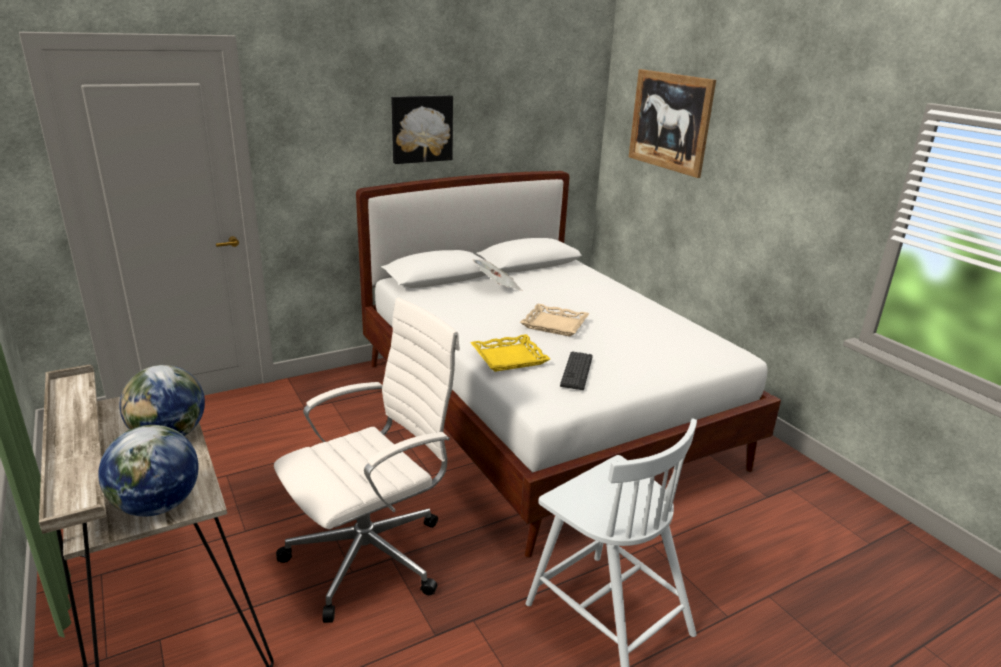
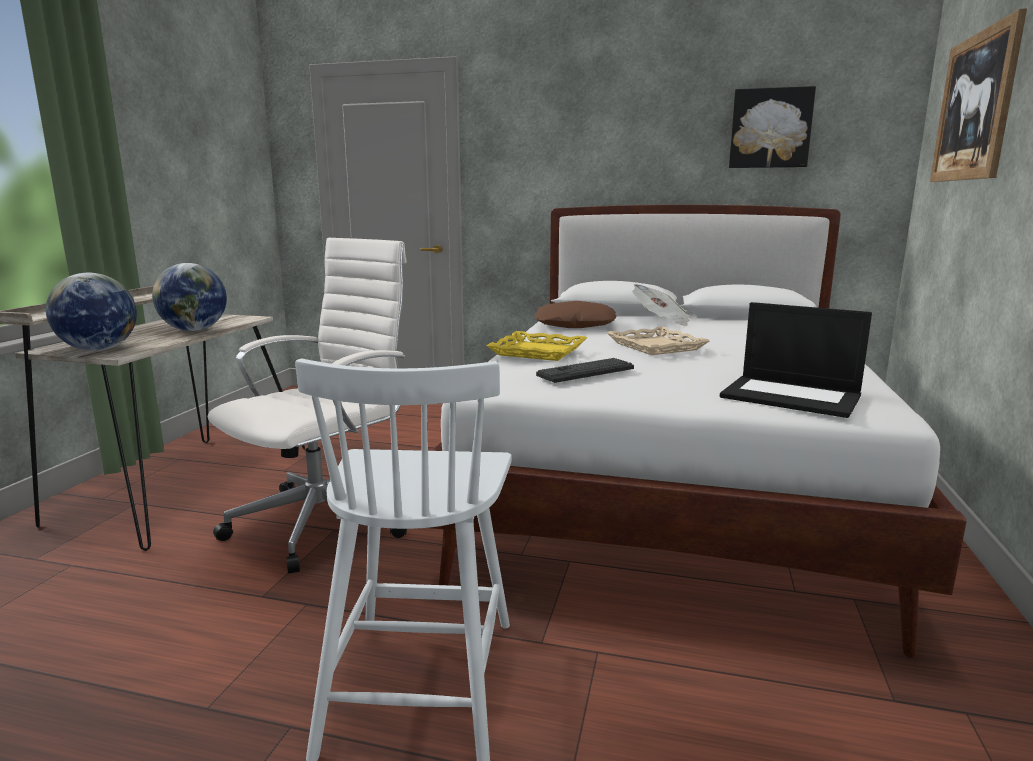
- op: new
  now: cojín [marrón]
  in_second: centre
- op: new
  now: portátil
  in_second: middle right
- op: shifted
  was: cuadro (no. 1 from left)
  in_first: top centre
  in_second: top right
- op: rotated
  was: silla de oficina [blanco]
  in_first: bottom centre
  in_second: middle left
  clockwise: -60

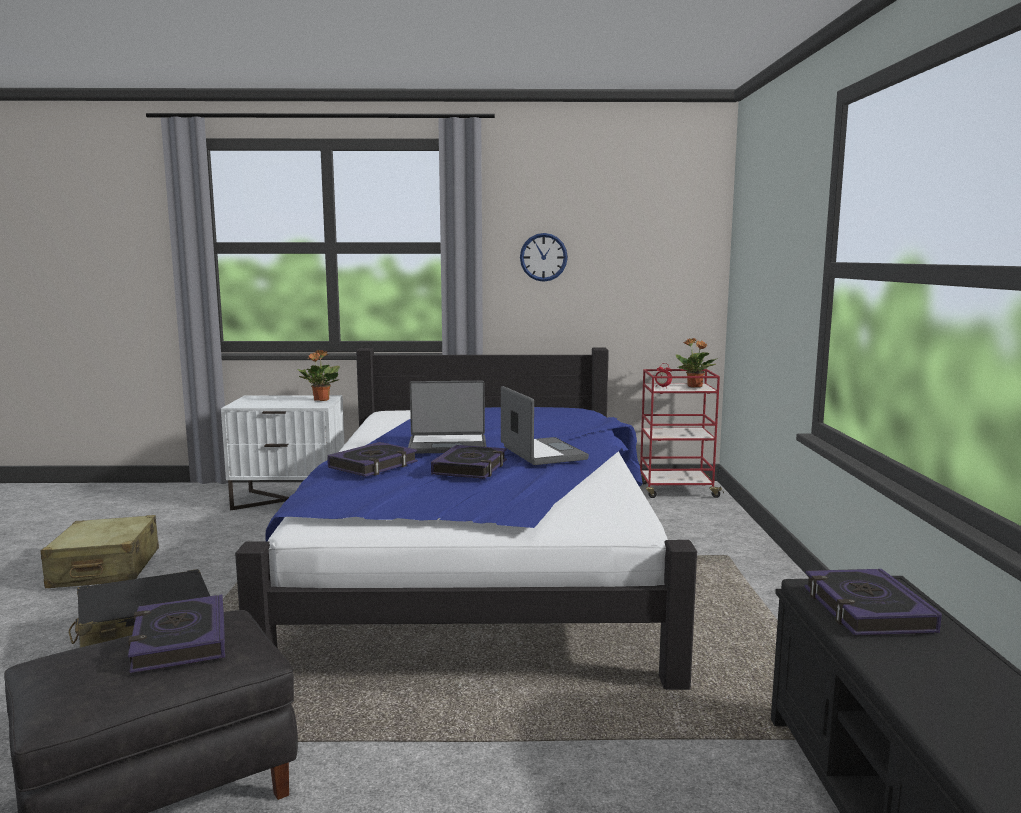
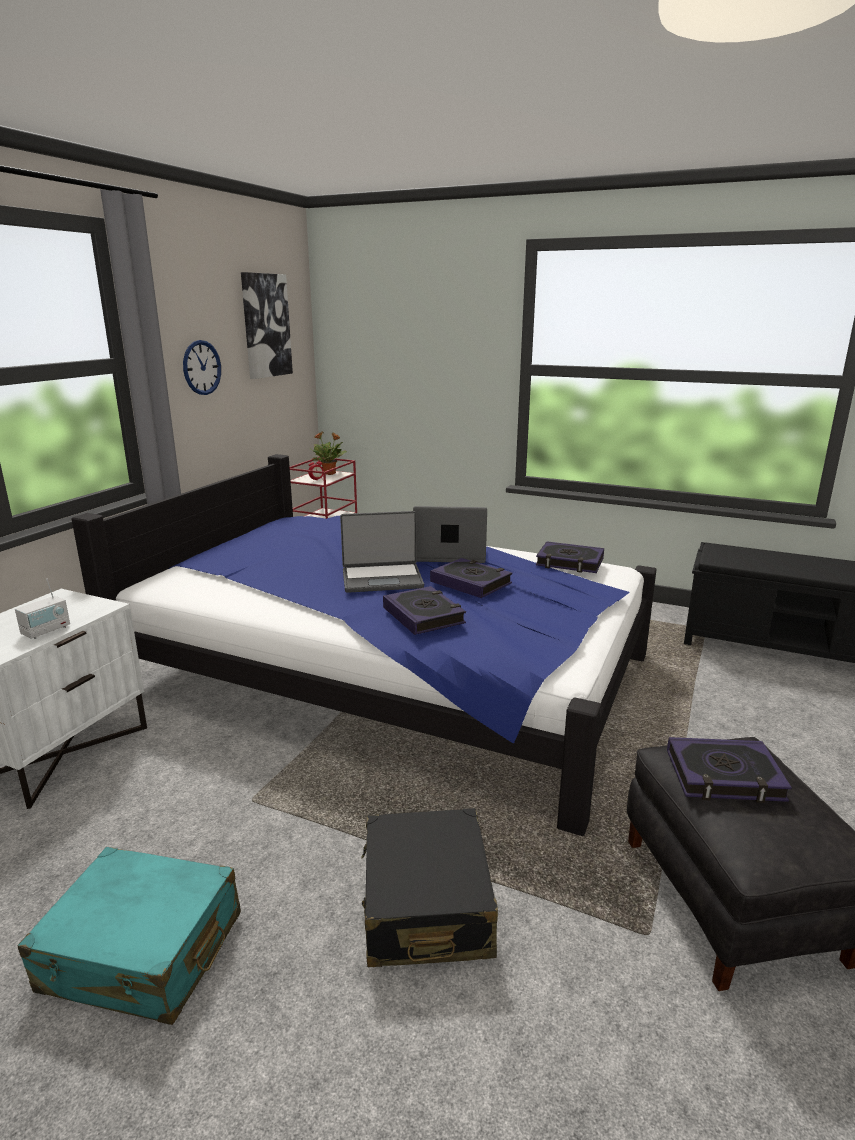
- op: gone
  was: planta en maceta (no. 1 from left)
  in_first: middle left
- op: new
  now: radio
  in_second: middle left
- op: new
  now: cuadro
  in_second: top left
- op: shifted
  was: libro (no. 4 from left in the first image)
  now: libro (no. 3 from left)
  in_first: bottom right
  in_second: middle right
- op: repainted
  was: maleta [beis]
  now: maleta [turquesa]
  in_first: bottom left
  in_second: bottom left
- op: rotated
  was: portátil (no. 1 from left)
  in_first: centre
  in_second: centre
  clockwise: 60

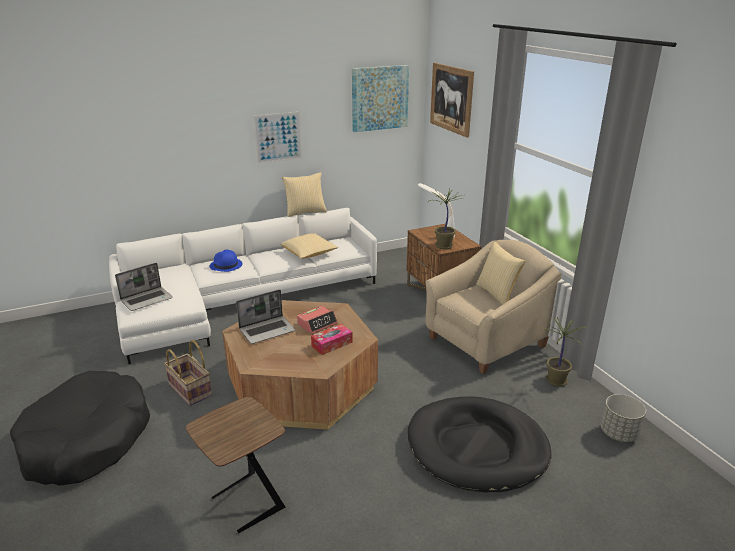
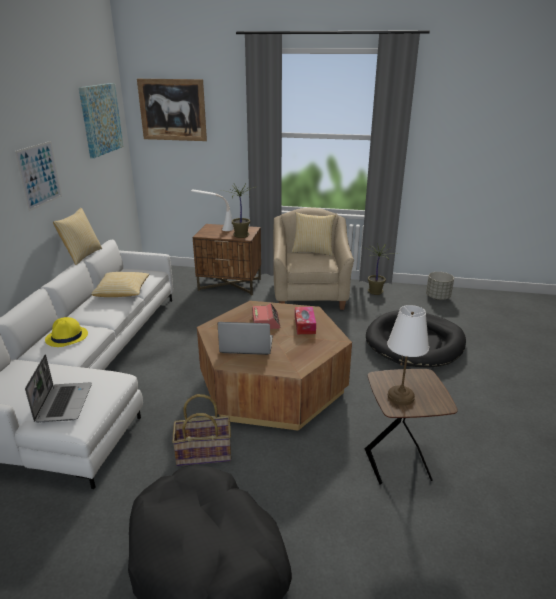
- op: new
  now: lámpara de mesa [blanco] (no. 2 from left)
  in_second: middle right
- op: repainted
  was: sombrero [azul]
  now: sombrero [amarillo]
  in_first: middle left
  in_second: middle left
- op: rotated
  was: portátil (no. 2 from left)
  in_first: centre
  in_second: centre
  clockwise: -90

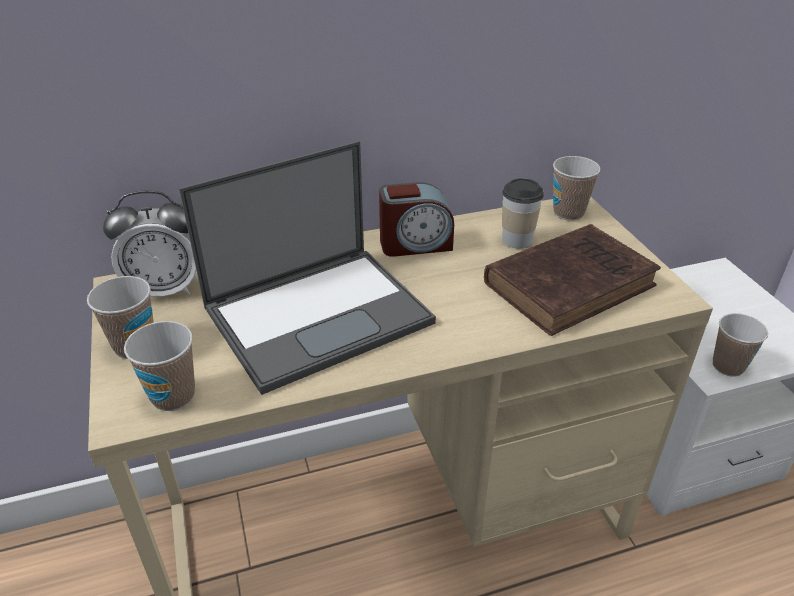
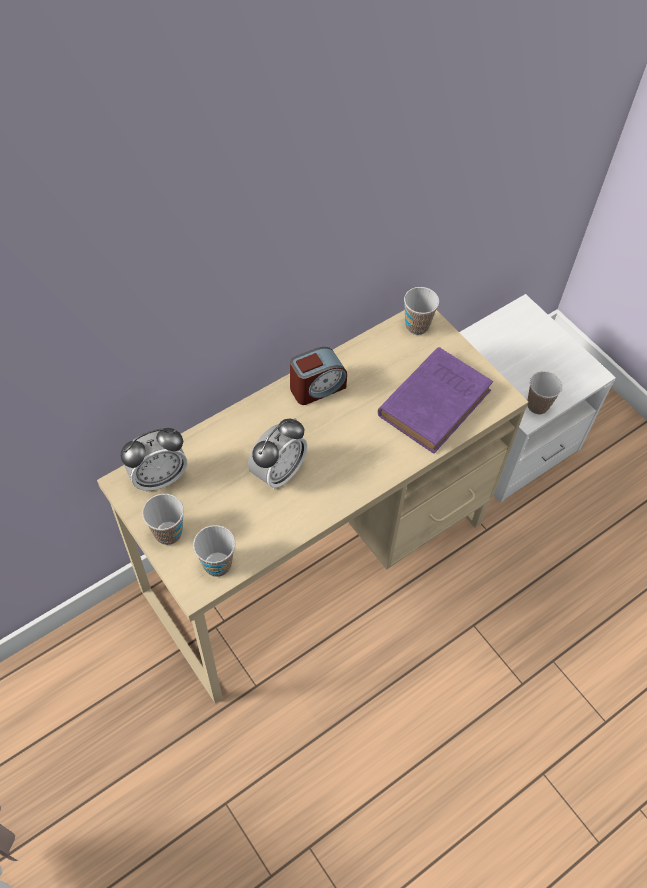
- op: gone
  was: taza (no. 3 from left)
  in_first: centre
- op: swapped
  was: portátil
  now: despertador (no. 2 from left)
  in_first: centre
  in_second: centre
- op: repainted
  was: libro [marrón]
  now: libro [morado]
  in_first: middle right
  in_second: middle right

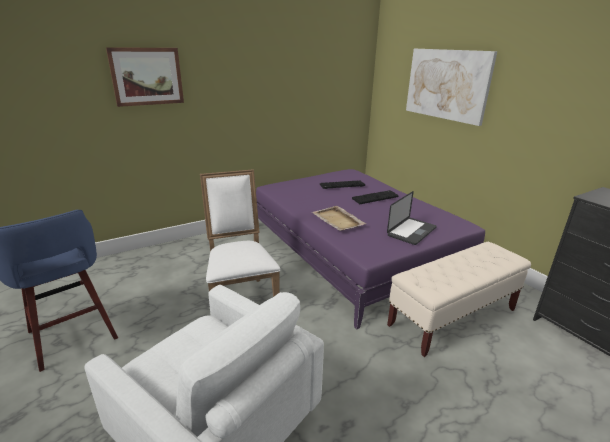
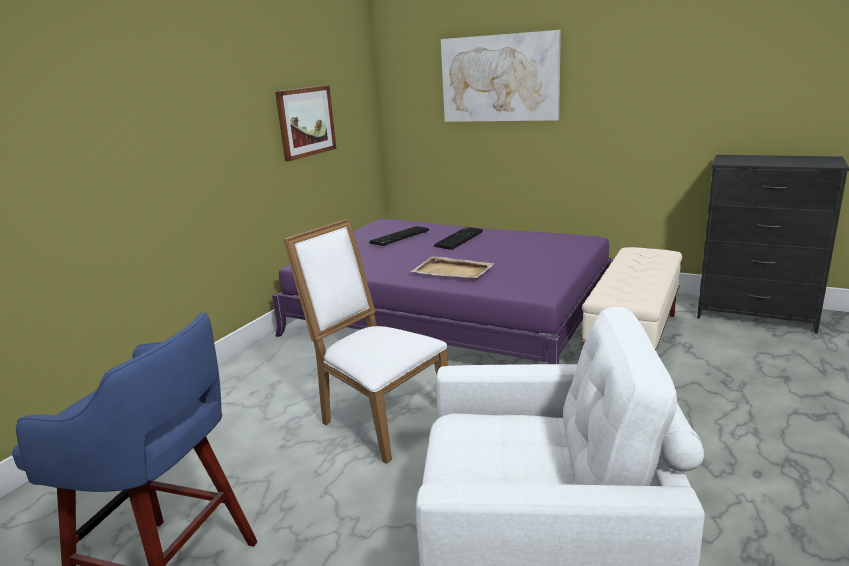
- op: gone
  was: portátil
  in_first: middle right
- op: shifted
  was: cuadro (no. 1 from left)
  in_first: top left
  in_second: top centre

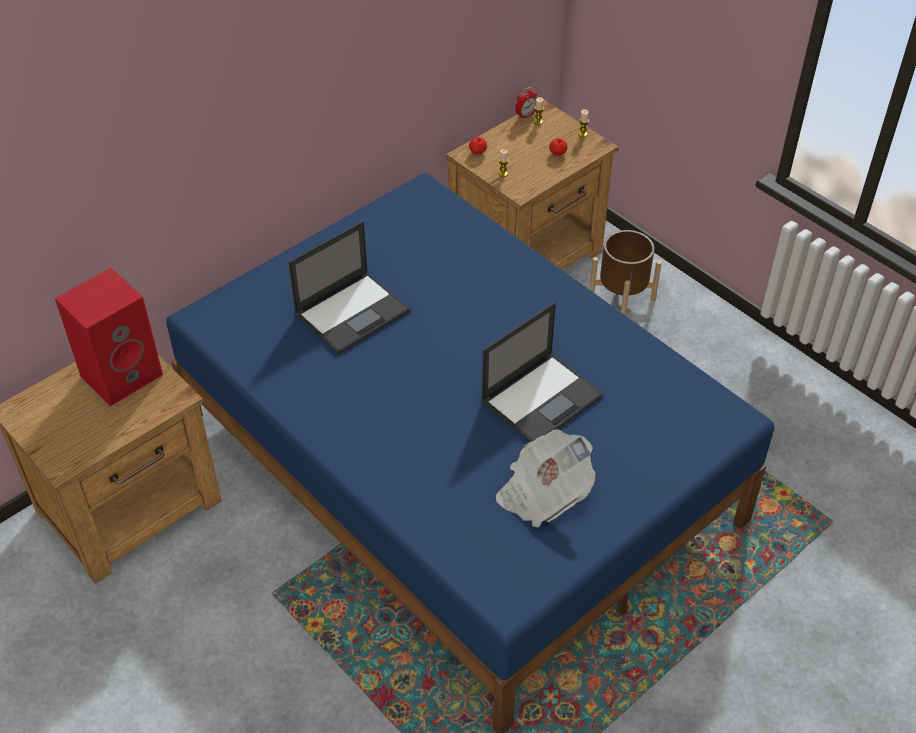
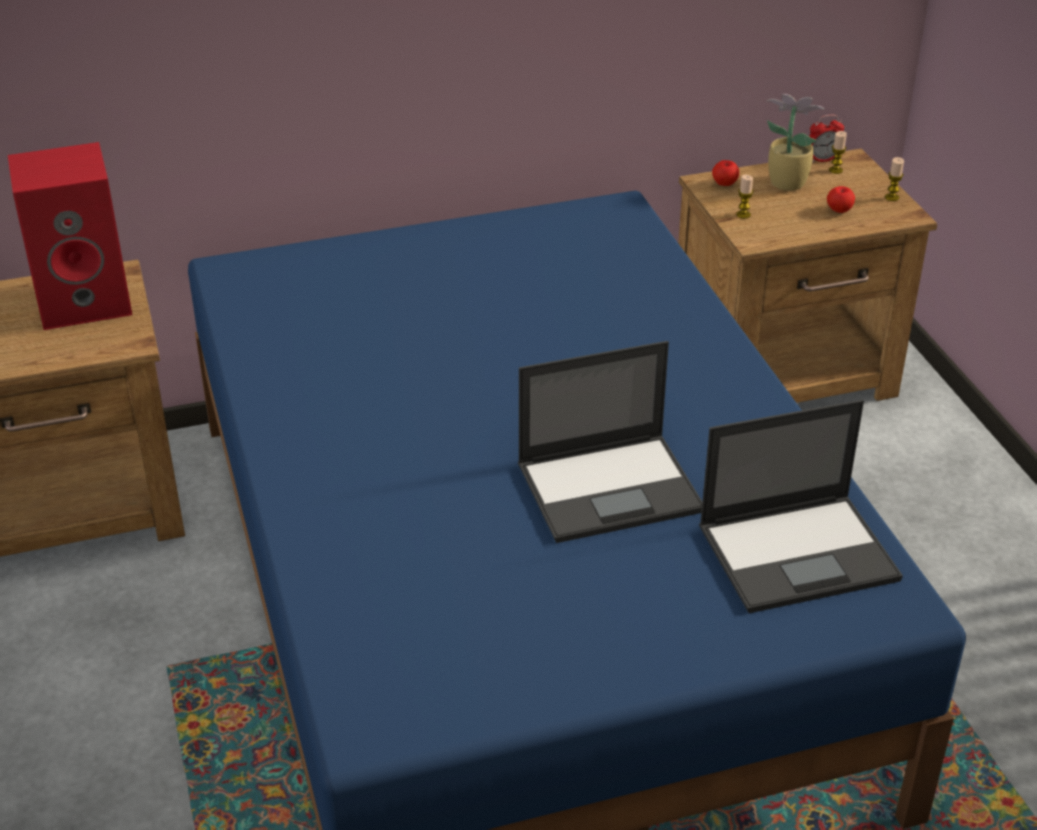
- op: gone
  was: periódico
  in_first: centre
- op: gone
  was: maceta [marrón]
  in_first: middle right
- op: new
  now: planta en maceta
  in_second: top right
- op: shifted
  was: portátil (no. 1 from left in the first image)
  now: portátil (no. 2 from left)
  in_first: centre
  in_second: middle right

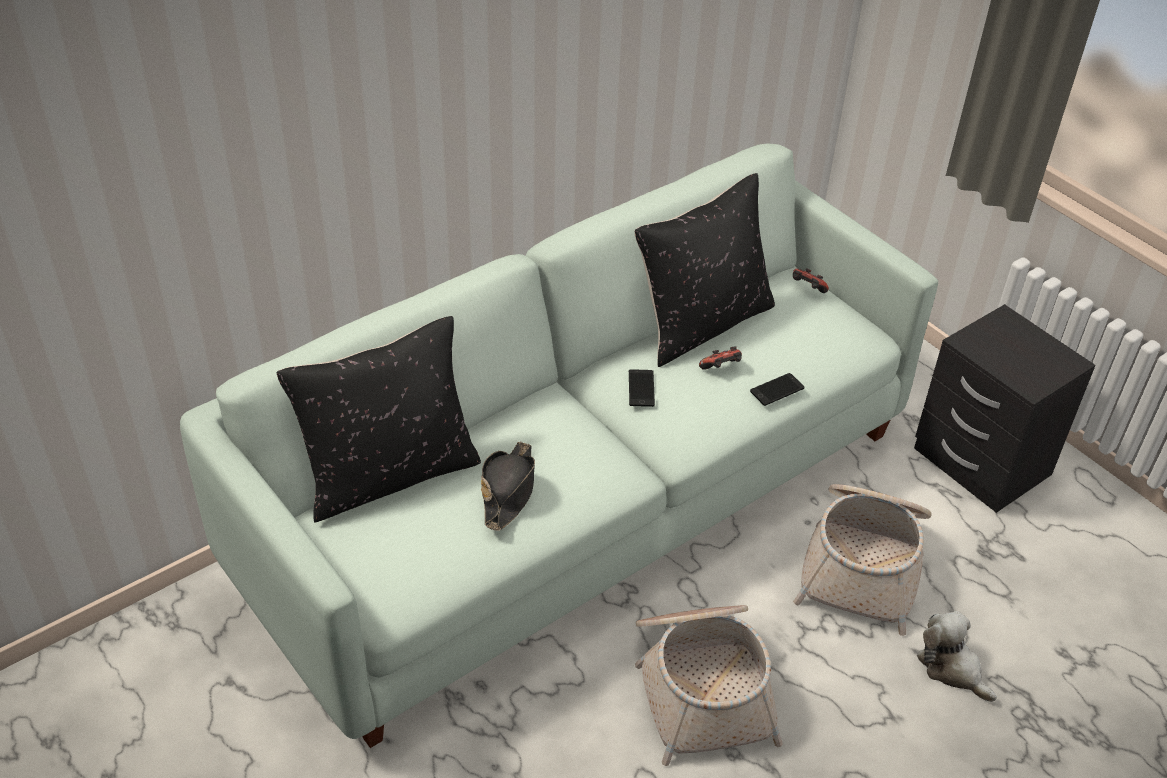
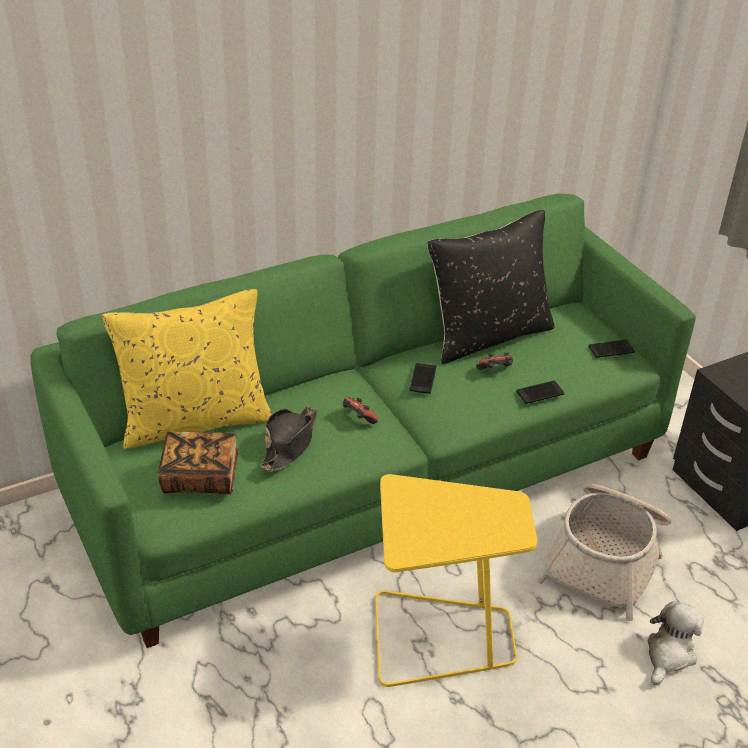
- op: new
  now: libro
  in_second: middle left
- op: new
  now: móvil (no. 3 from left)
  in_second: middle right
- op: shifted
  was: mando de consola (no. 2 from left in the first image)
  now: mando de consola (no. 1 from left)
  in_first: middle right
  in_second: centre
- op: swapped
  was: cesta (no. 1 from left)
  now: mesa auxiliar [amarillo]
  in_first: bottom centre
  in_second: bottom centre
- op: repainted
  was: sofá [blanco]
  now: sofá [verde]
  in_first: centre
  in_second: centre
- op: repainted
  was: cojín [negro] (no. 1 from left)
  now: cojín [amarillo]
  in_first: middle left
  in_second: middle left
- op: rotated
  was: peluche
  in_first: bottom right
  in_second: bottom right
  clockwise: 60

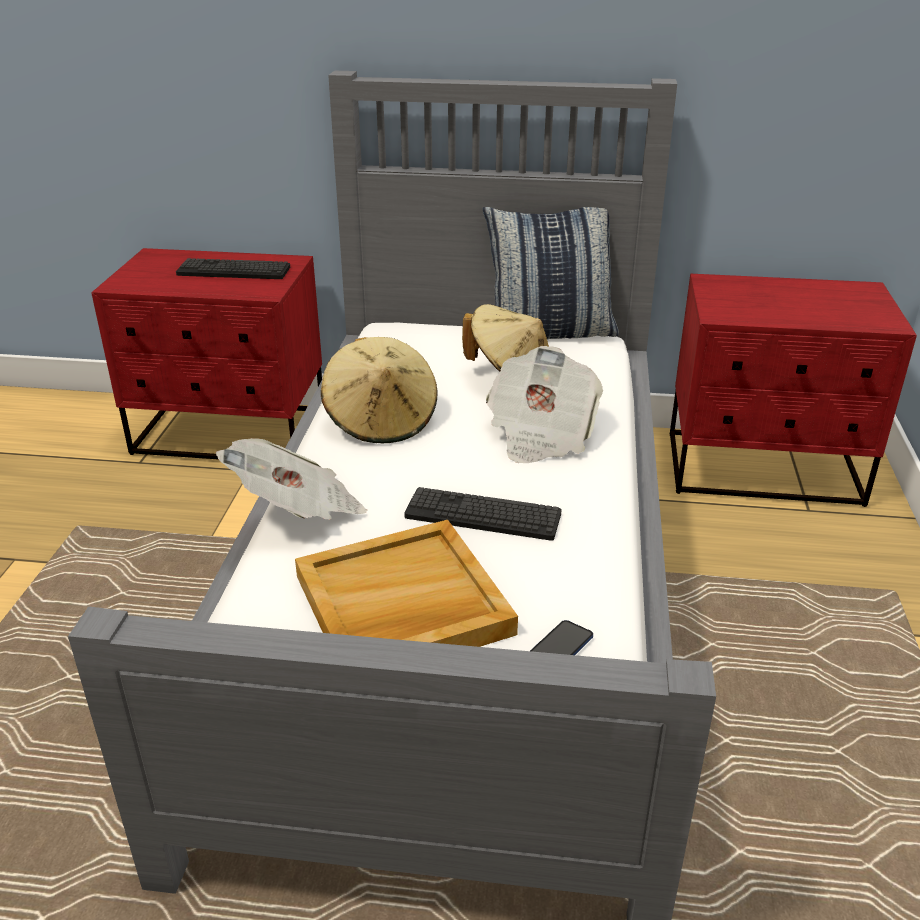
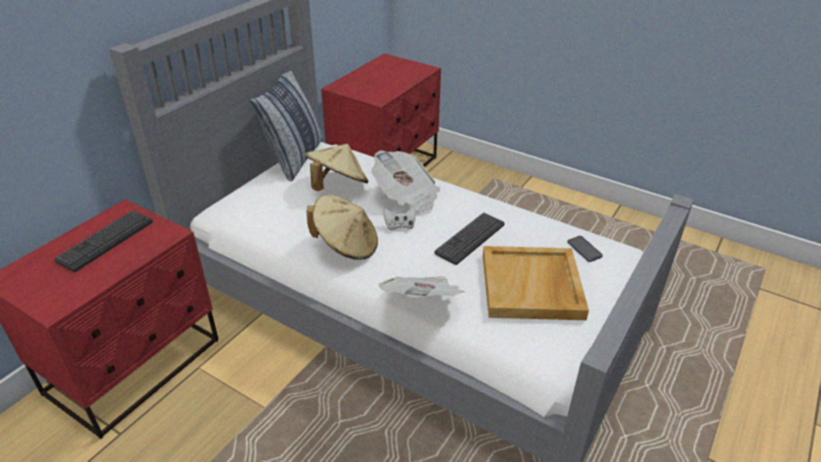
- op: new
  now: mando de consola [blanco]
  in_second: centre

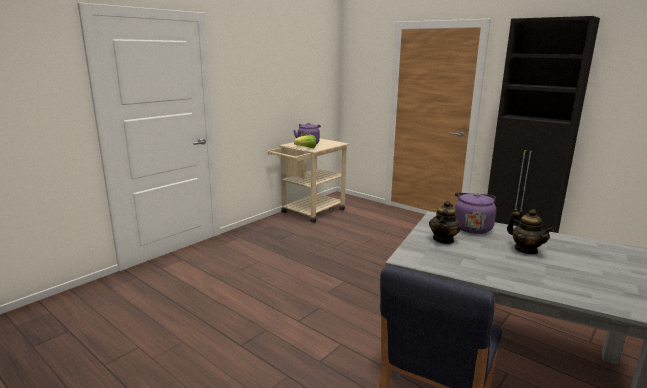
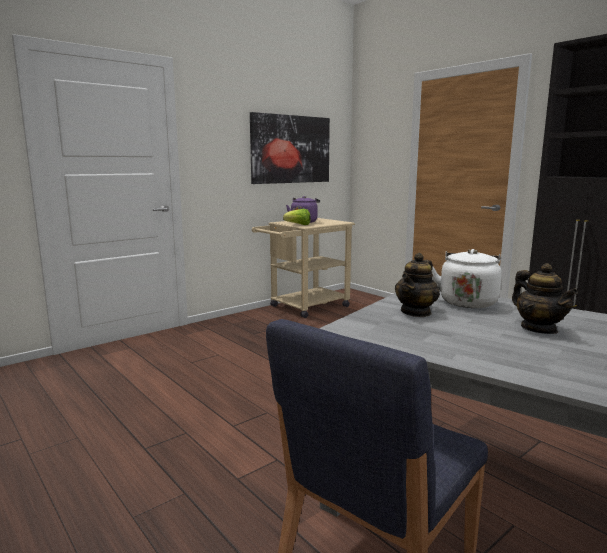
- op: new
  now: cuadro
  in_second: top centre
- op: repainted
  was: hervidor [morado] (no. 2 from left)
  now: hervidor [blanco]
  in_first: middle right
  in_second: middle right

